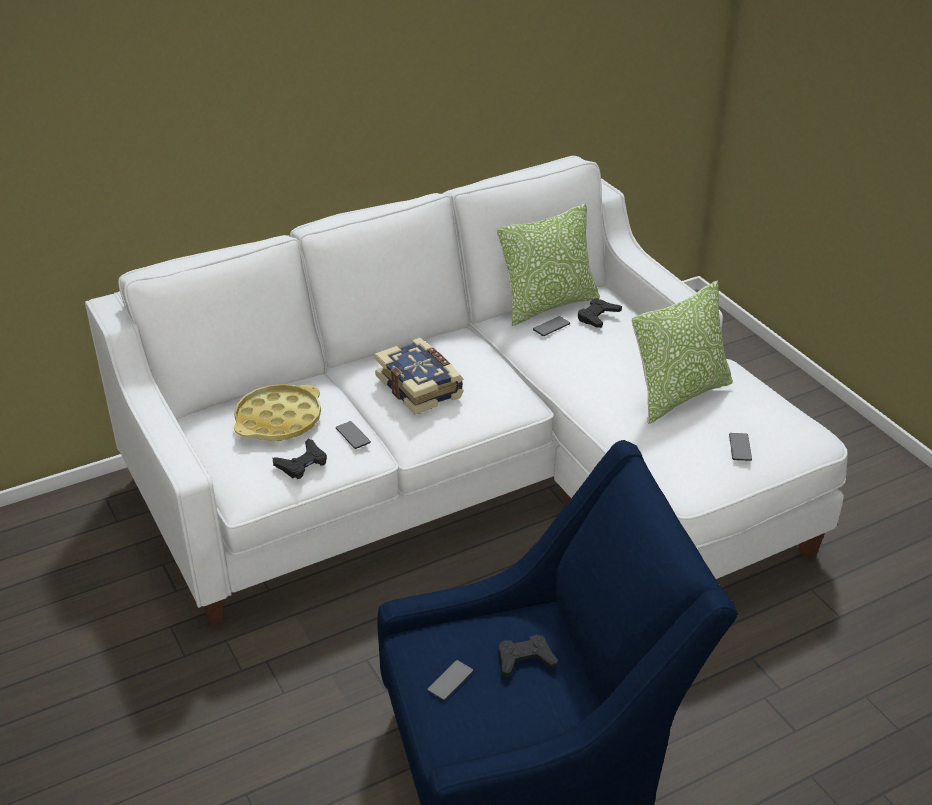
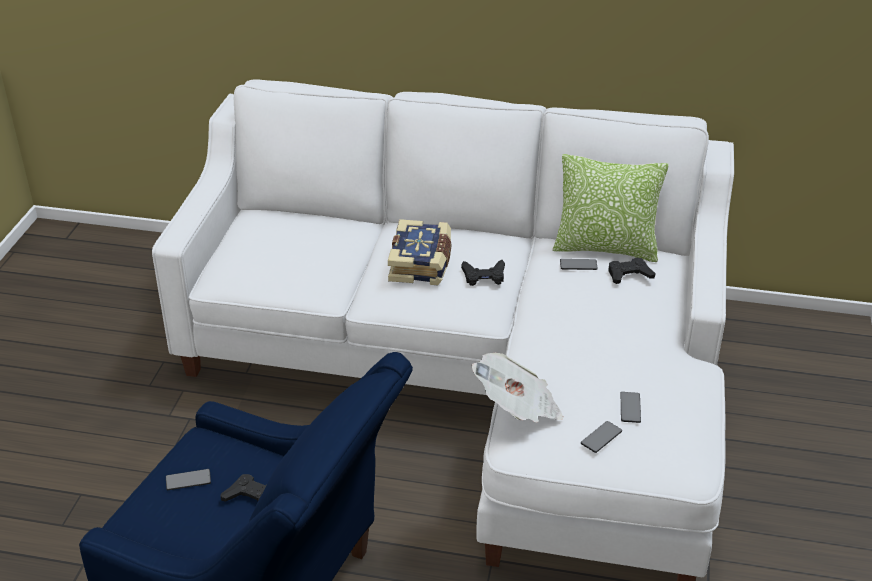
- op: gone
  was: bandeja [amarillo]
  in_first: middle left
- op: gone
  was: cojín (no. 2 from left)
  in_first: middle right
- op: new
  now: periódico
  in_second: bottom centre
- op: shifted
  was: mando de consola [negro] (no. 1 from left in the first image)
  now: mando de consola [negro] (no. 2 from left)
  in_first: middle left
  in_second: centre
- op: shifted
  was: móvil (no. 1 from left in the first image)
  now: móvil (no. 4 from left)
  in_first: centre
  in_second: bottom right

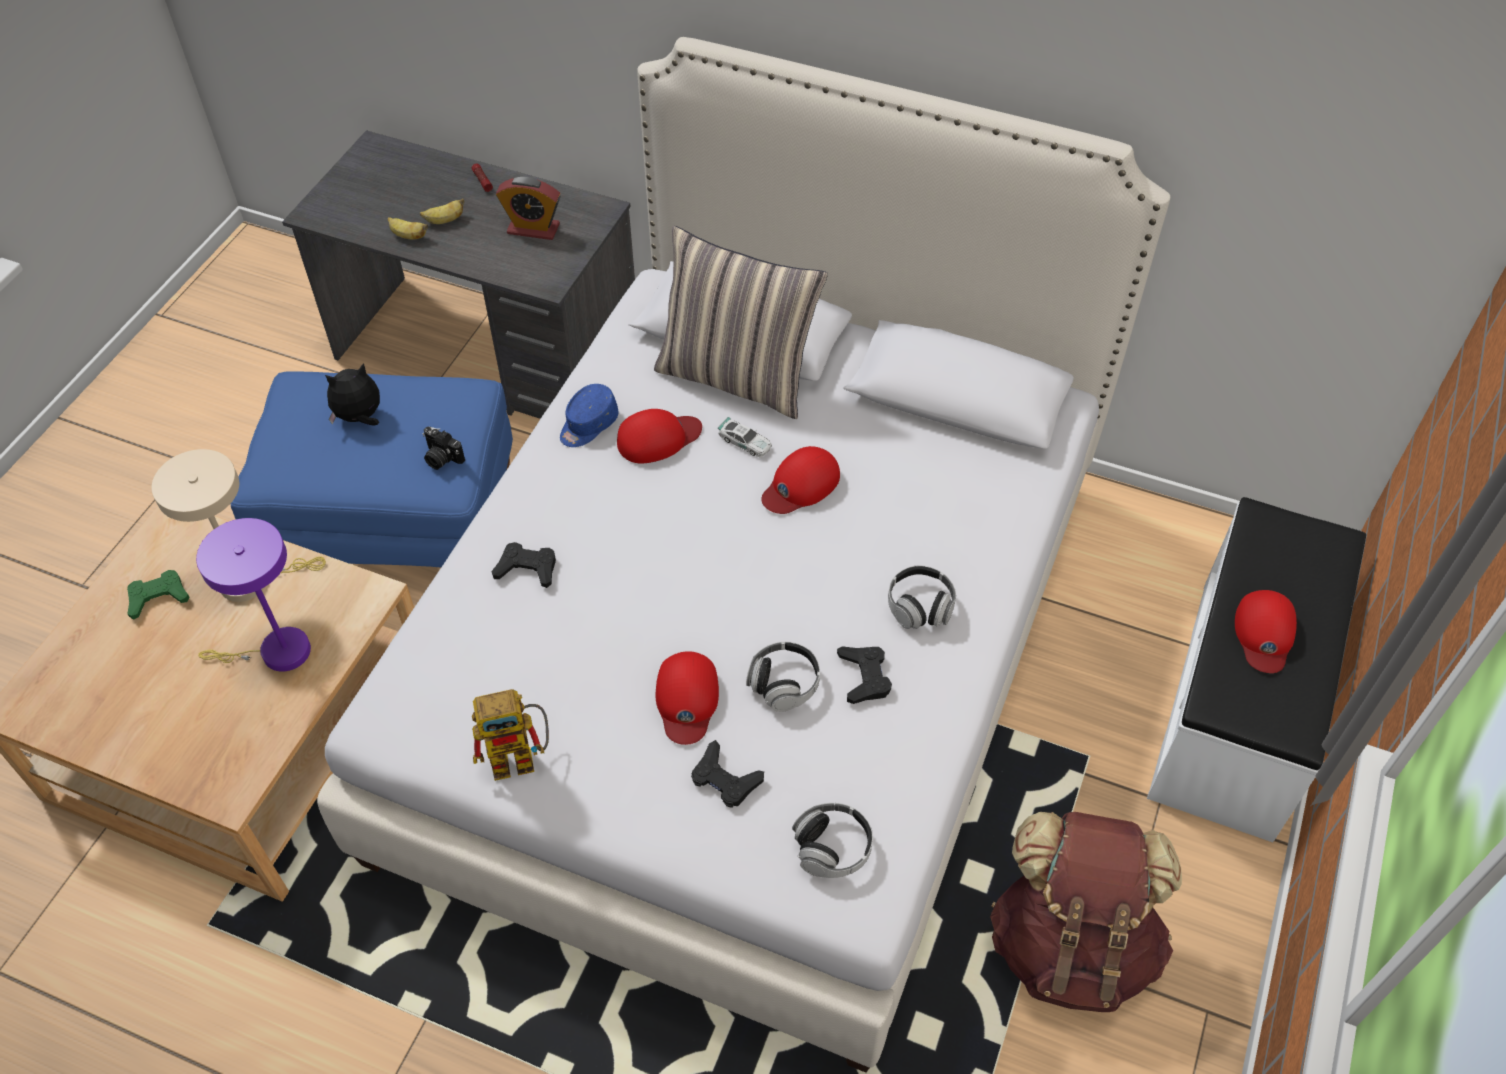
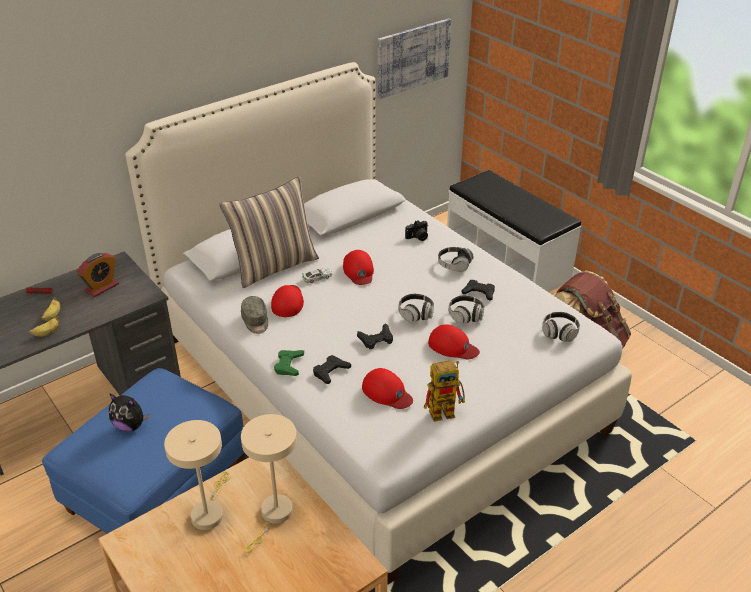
- op: new
  now: cuadro
  in_second: top centre
- op: new
  now: auriculares (no. 1 from left)
  in_second: centre
- op: shifted
  was: mando de consola [verde]
  in_first: middle left
  in_second: centre
- op: shifted
  was: cámara
  in_first: middle left
  in_second: centre
- op: shifted
  was: mando de consola [negro] (no. 2 from left)
  in_first: bottom centre
  in_second: centre
- op: shifted
  was: gorra [rojo] (no. 4 from left in the first image)
  now: gorra [rojo] (no. 3 from left)
  in_first: middle right
  in_second: centre
- op: repainted
  was: lámpara de mesa [morado]
  now: lámpara de mesa [beis] (no. 2 from left)
  in_first: middle left
  in_second: bottom centre
- op: repainted
  was: gorra [azul]
  now: gorra [gris]
  in_first: centre
  in_second: centre
- op: rotated
  was: peluche
  in_first: middle left
  in_second: bottom left
  clockwise: -75
- op: rotated
  was: robot de juguete
  in_first: bottom centre
  in_second: centre
  clockwise: 60

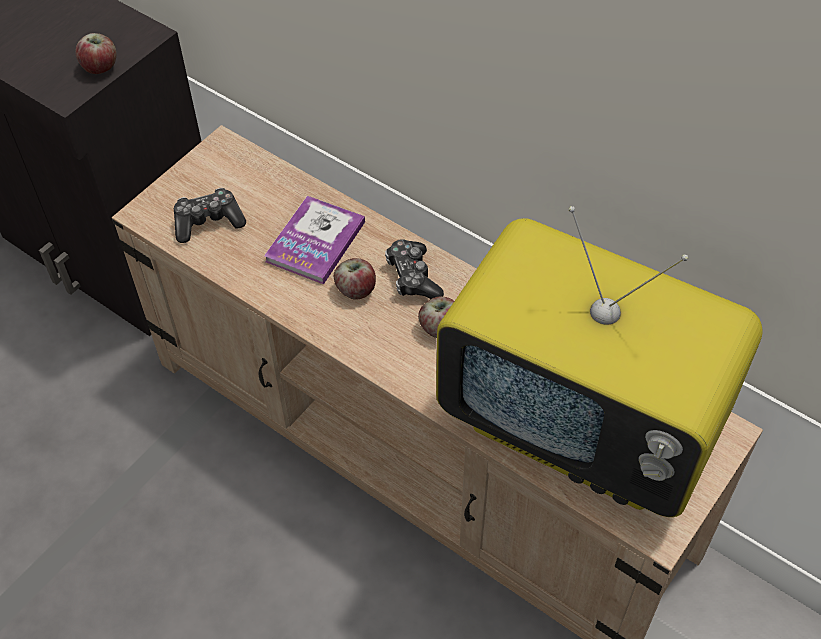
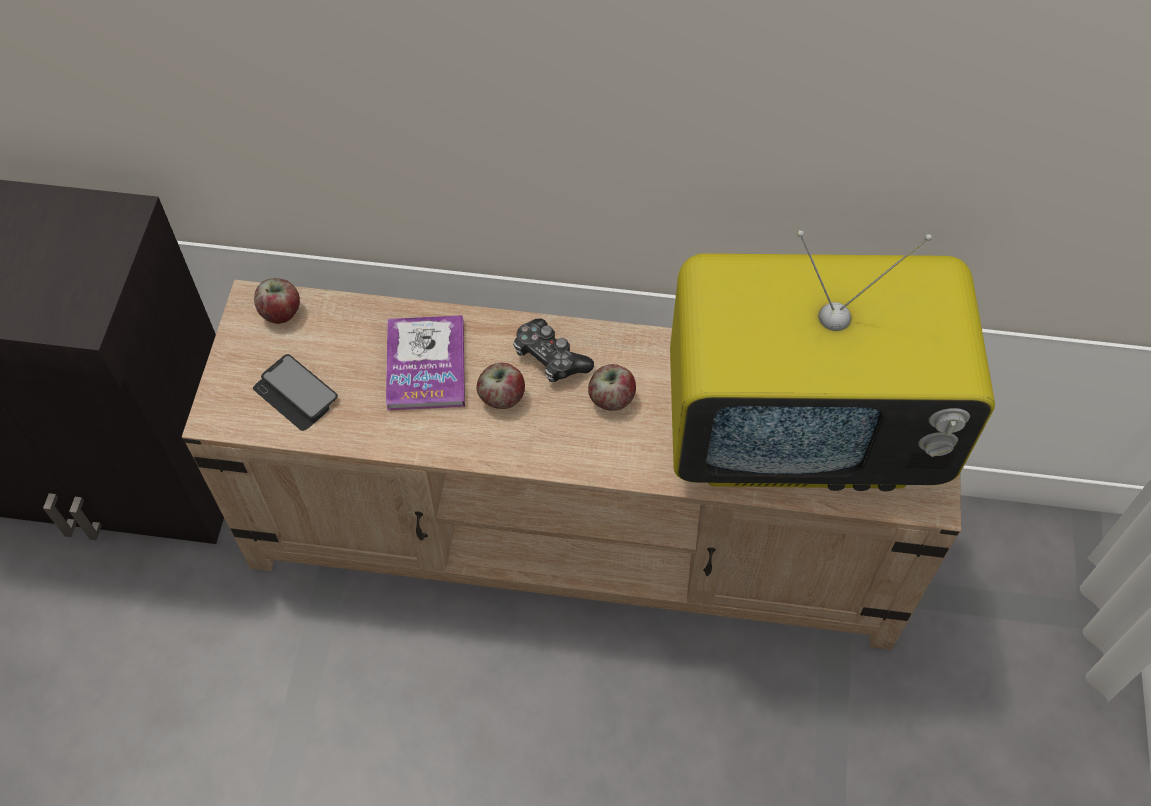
- op: shifted
  was: manzana (no. 1 from left)
  in_first: top left
  in_second: middle left
- op: swapped
  was: mando de consola (no. 1 from left)
  now: móvil
  in_first: middle left
  in_second: middle left

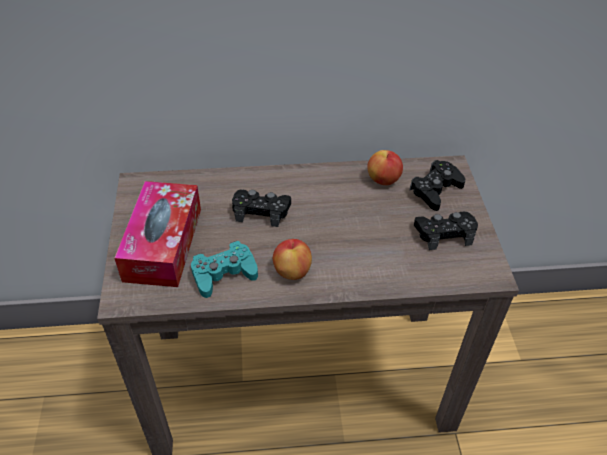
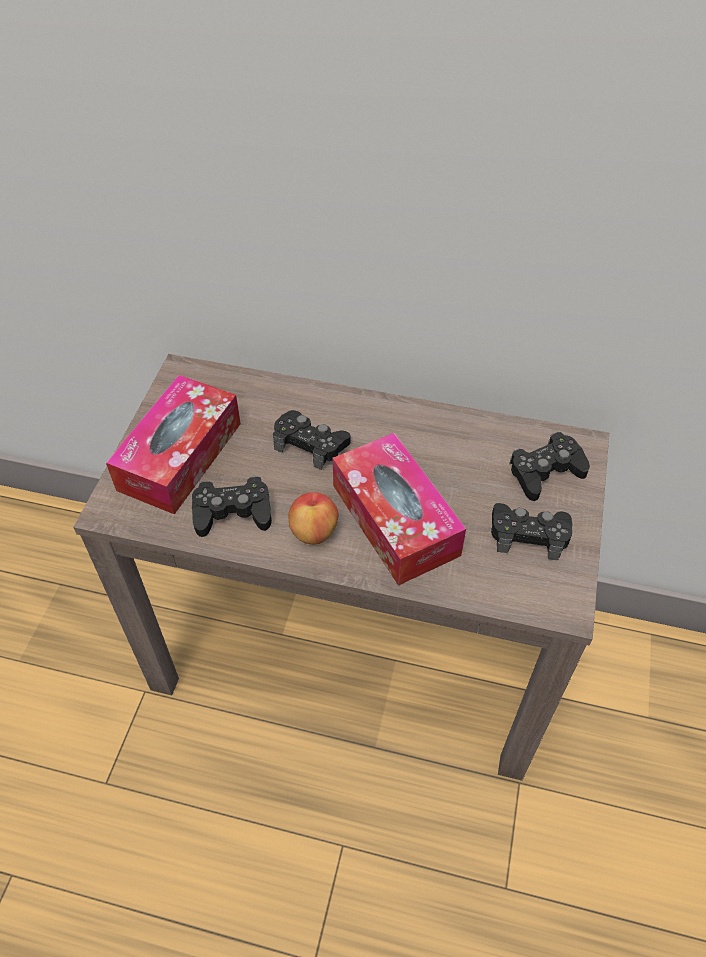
- op: gone
  was: manzana (no. 2 from left)
  in_first: centre
- op: new
  now: caja de pañuelos (no. 2 from left)
  in_second: centre
- op: repainted
  was: mando de consola [turquesa]
  now: mando de consola [negro] (no. 1 from left)
  in_first: centre
  in_second: middle left

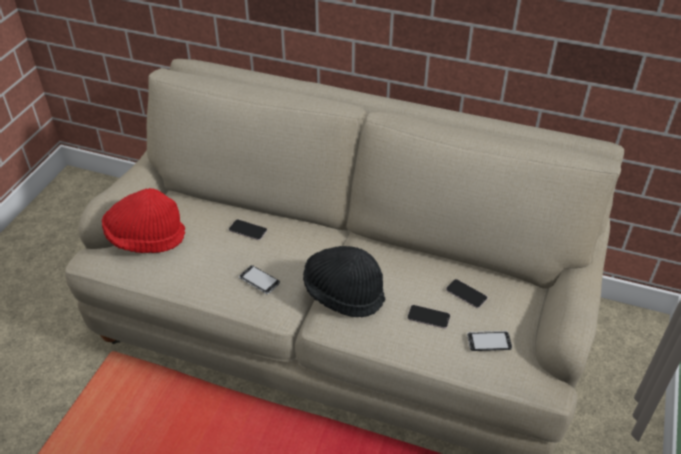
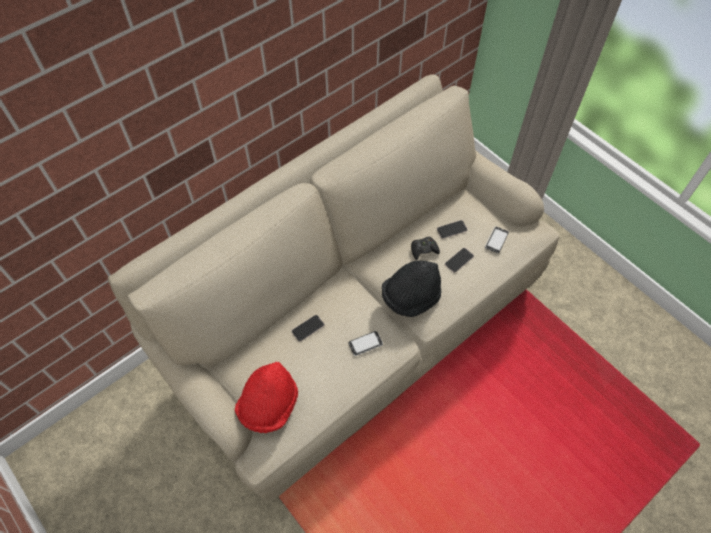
- op: new
  now: mando de consola [negro]
  in_second: centre

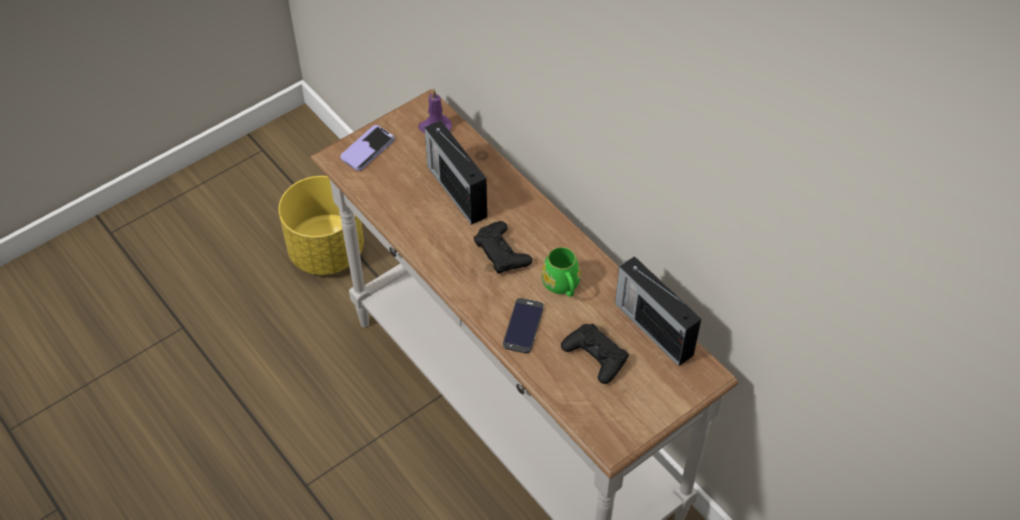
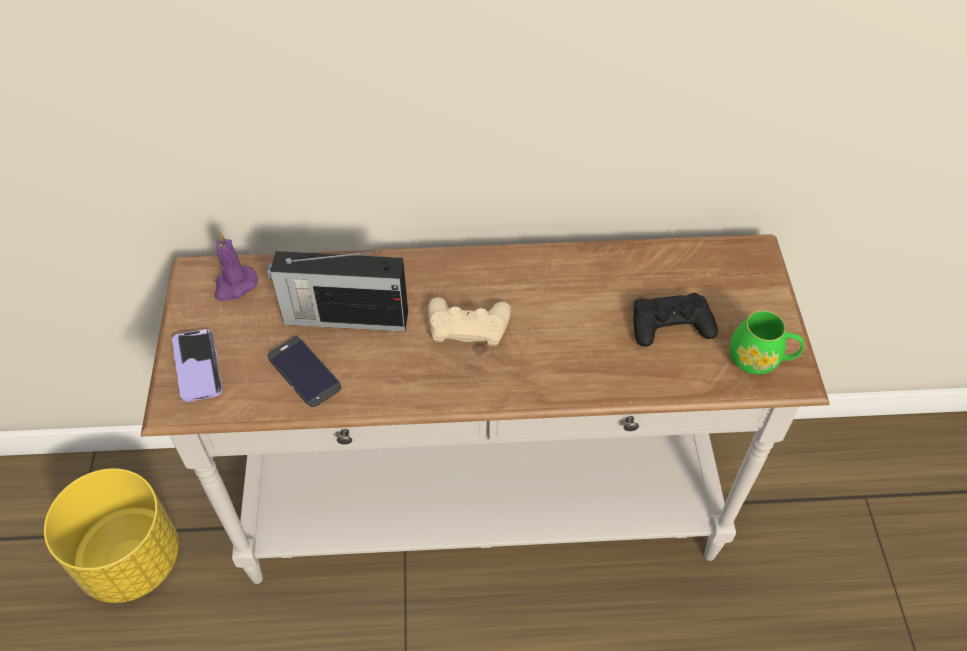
- op: gone
  was: radio (no. 2 from left)
  in_first: centre
- op: shifted
  was: móvil (no. 2 from left)
  in_first: centre
  in_second: middle left
- op: shifted
  was: taza grande [verde]
  in_first: centre
  in_second: middle right
- op: repainted
  was: mando de consola [negro] (no. 1 from left)
  now: mando de consola [beis]
  in_first: centre
  in_second: centre

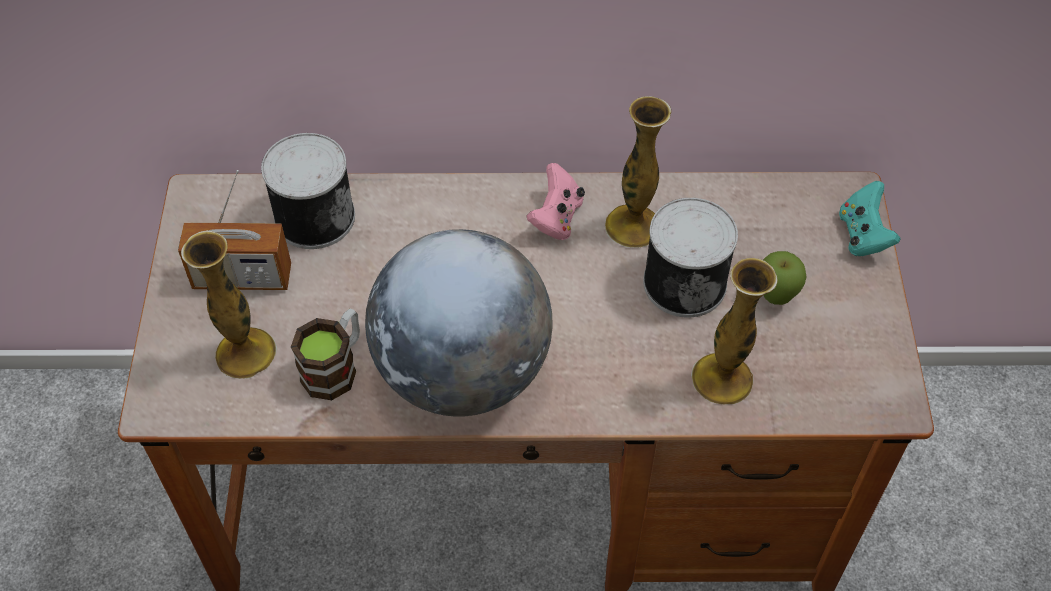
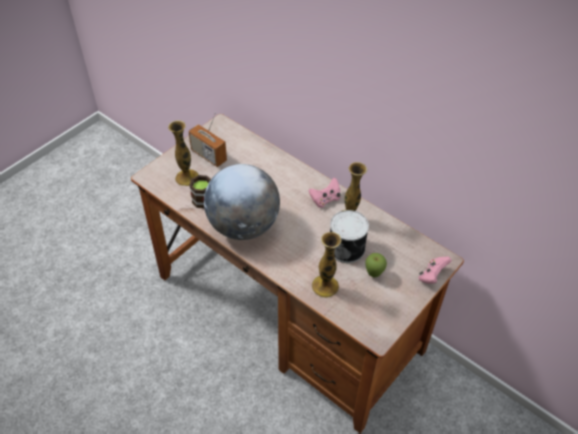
- op: gone
  was: lata (no. 1 from left)
  in_first: top left
- op: repainted
  was: mando de consola [turquesa]
  now: mando de consola [rosa] (no. 2 from left)
  in_first: middle right
  in_second: middle right

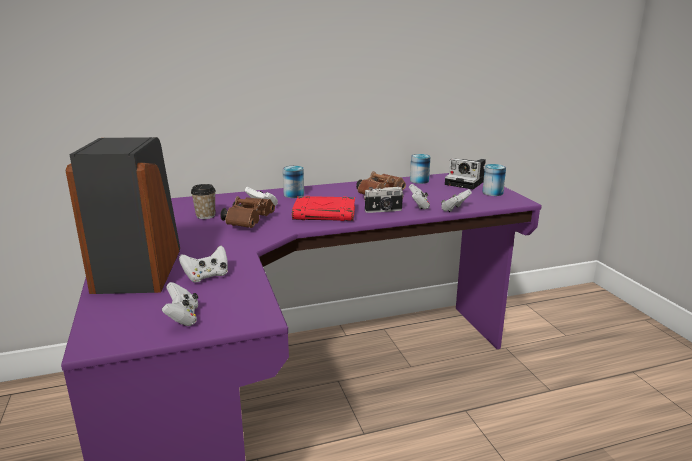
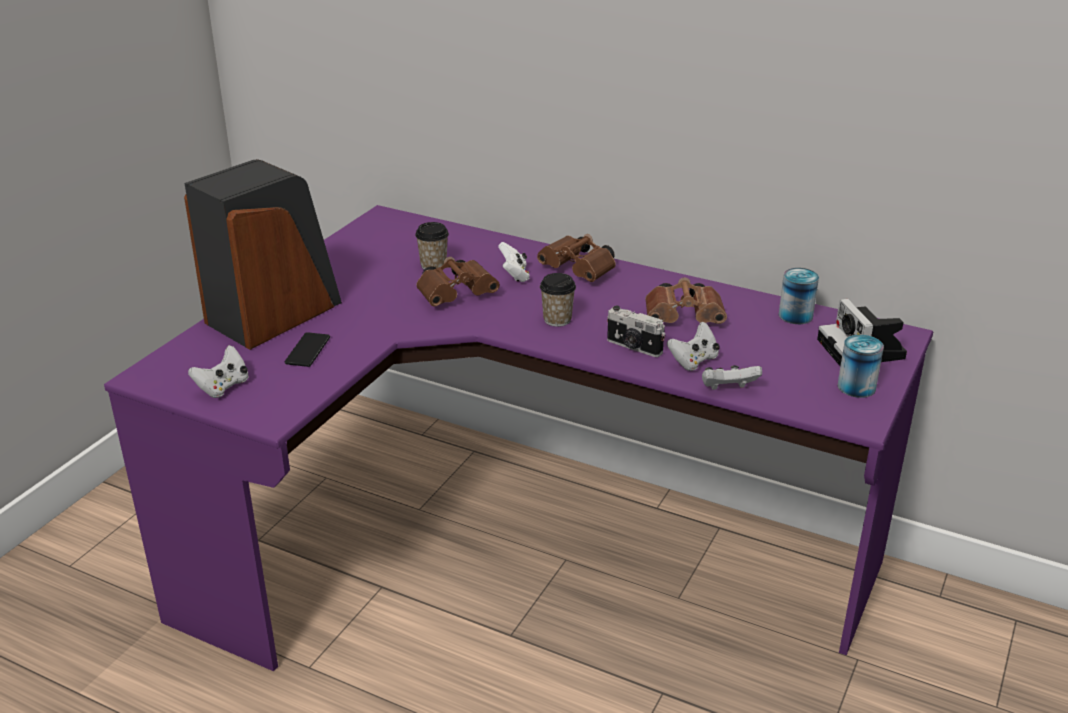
- op: swapped
  was: mando de consola [blanco] (no. 2 from left)
  now: móvil
  in_first: middle left
  in_second: middle left
- op: swapped
  was: lata (no. 1 from left)
  now: prismáticos [marrón] (no. 2 from left)
  in_first: centre
  in_second: centre
- op: swapped
  was: libro [rojo]
  now: taza (no. 2 from left)
  in_first: centre
  in_second: centre

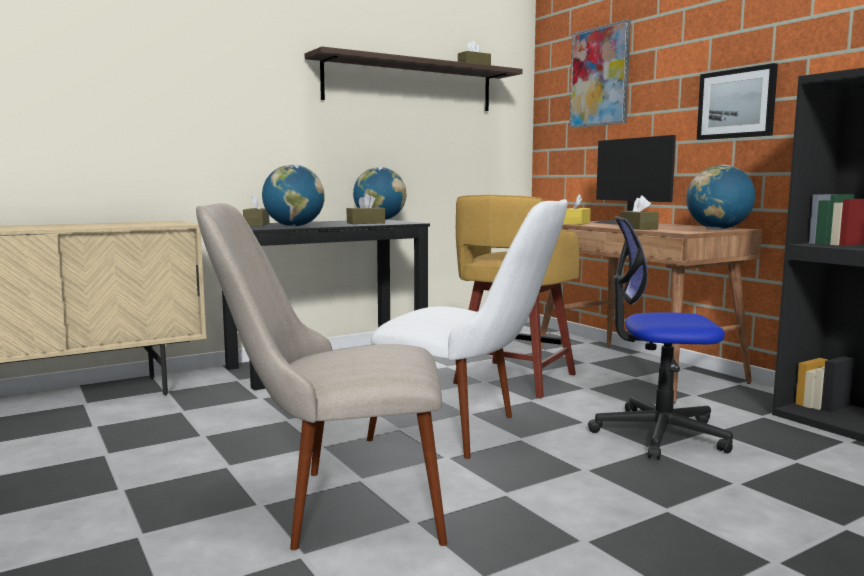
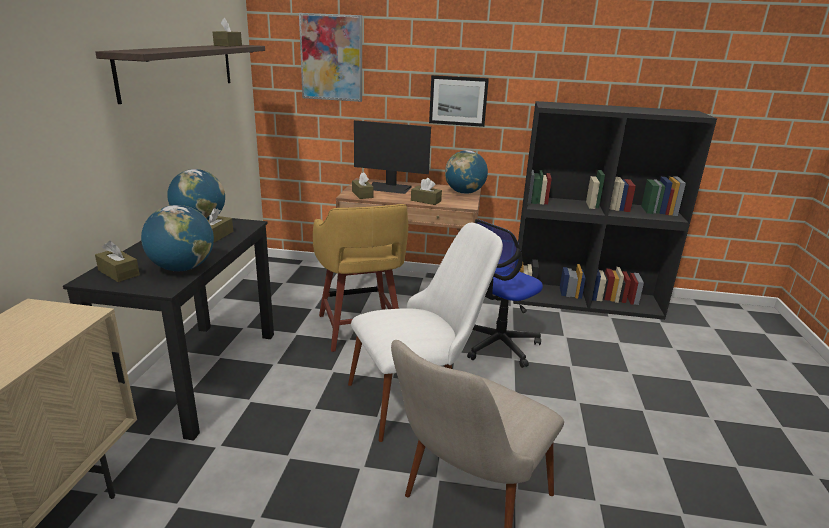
- op: repainted
  was: caja de pañuelos [amarillo]
  now: caja de pañuelos [marrón] (no. 4 from left)
  in_first: middle right
  in_second: centre

